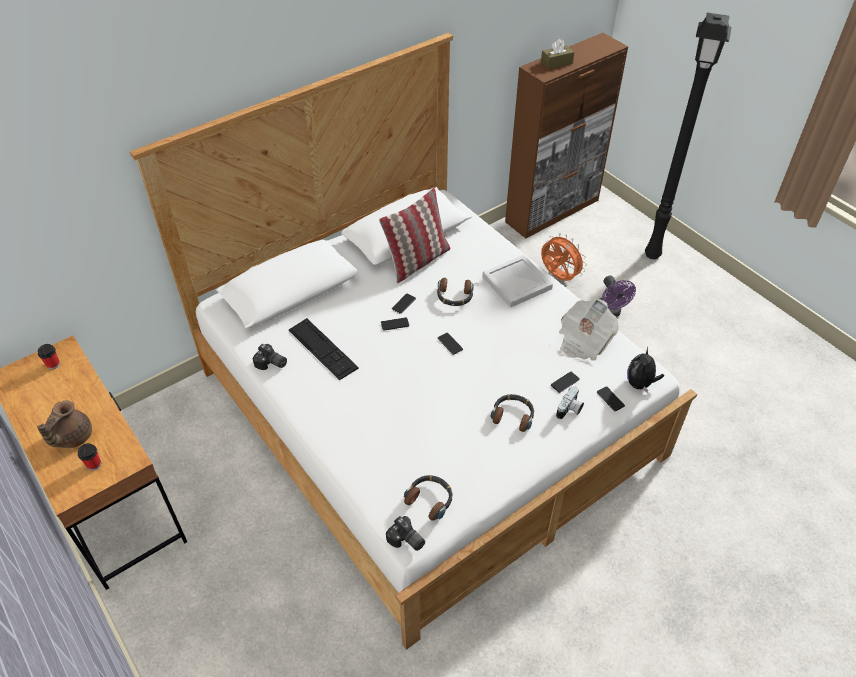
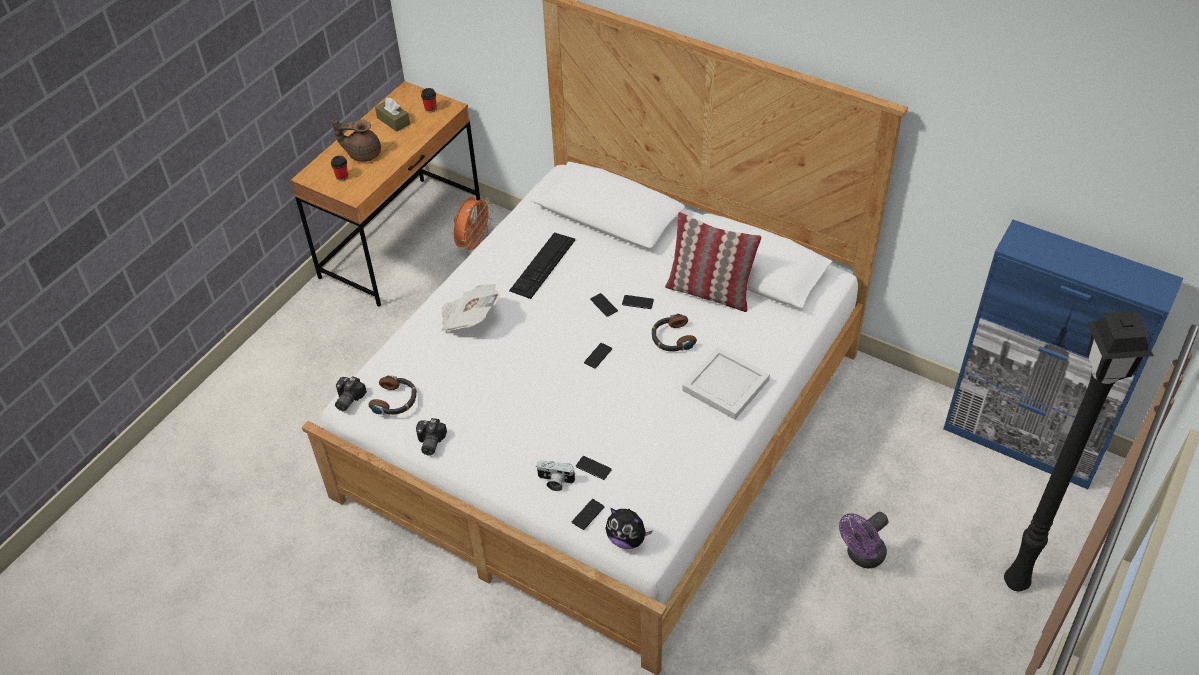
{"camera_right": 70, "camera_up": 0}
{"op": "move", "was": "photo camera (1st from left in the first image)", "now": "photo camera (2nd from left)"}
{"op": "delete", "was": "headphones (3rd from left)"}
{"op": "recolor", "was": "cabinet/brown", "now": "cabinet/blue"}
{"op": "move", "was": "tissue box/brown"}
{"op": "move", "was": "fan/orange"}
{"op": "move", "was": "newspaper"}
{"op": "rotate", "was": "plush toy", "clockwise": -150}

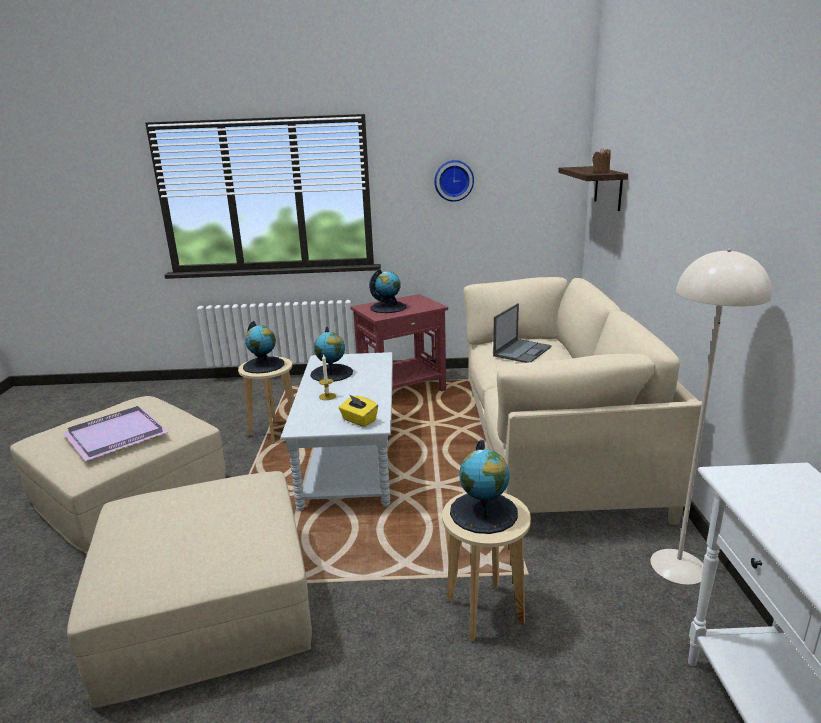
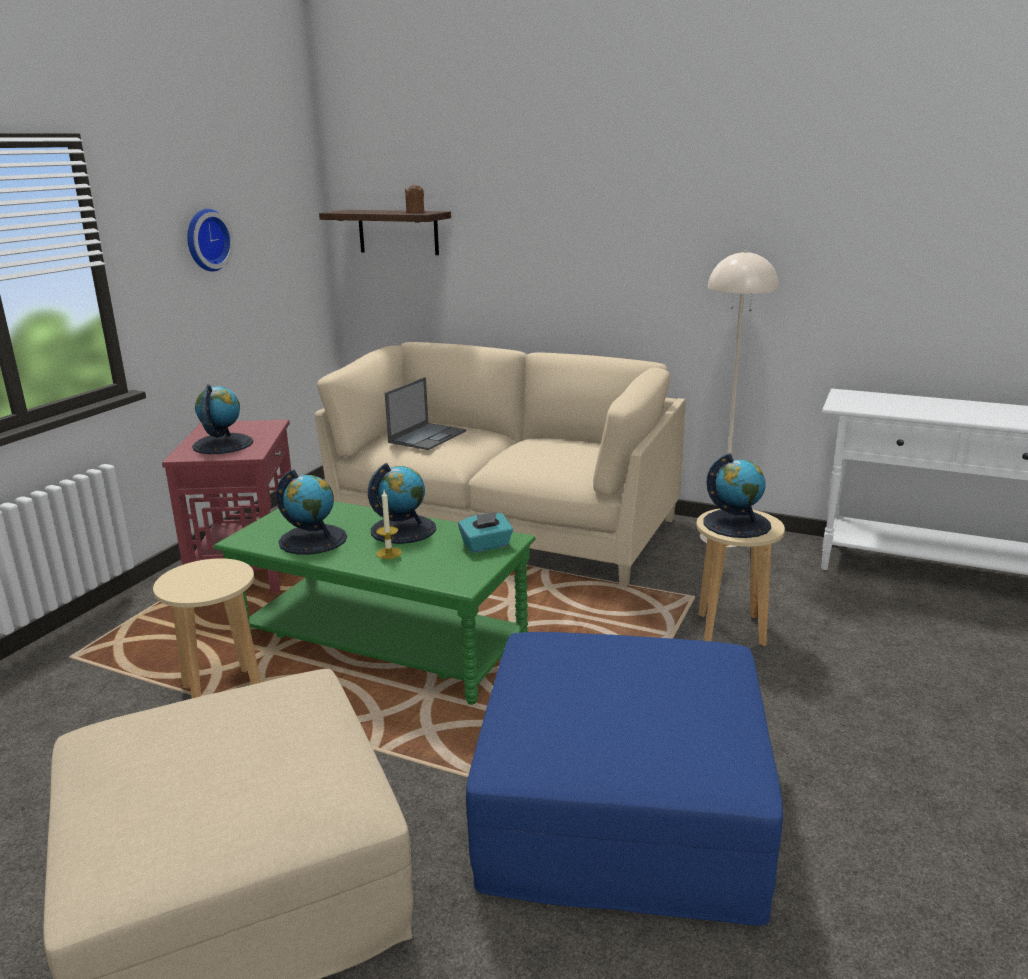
{"camera_right": -65, "camera_up": 0}
{"op": "delete", "was": "tray/purple"}
{"op": "recolor", "was": "ottoman/beige (2nd from left)", "now": "ottoman/blue"}
{"op": "move", "was": "globe (1st from left in the first image)", "now": "globe (3rd from left)"}
{"op": "recolor", "was": "coffee table/grey", "now": "coffee table/green"}
{"op": "recolor", "was": "tissue box/yellow", "now": "tissue box/turquoise"}
{"op": "rotate", "was": "laptop", "clockwise": 60}

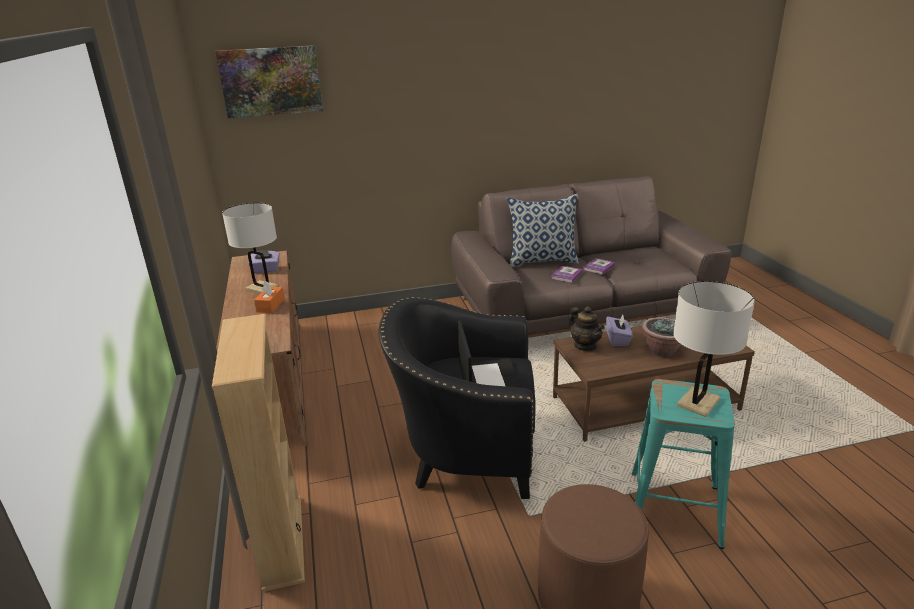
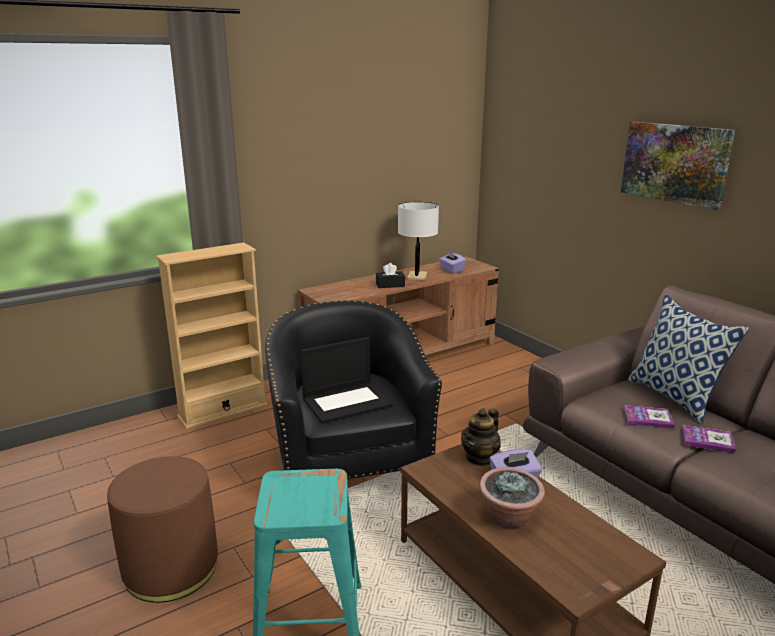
{"camera_right": 70, "camera_up": -5}
{"op": "move", "was": "picture"}
{"op": "recolor", "was": "tissue box/orange", "now": "tissue box/black"}
{"op": "delete", "was": "table lamp/white (2nd from left)"}

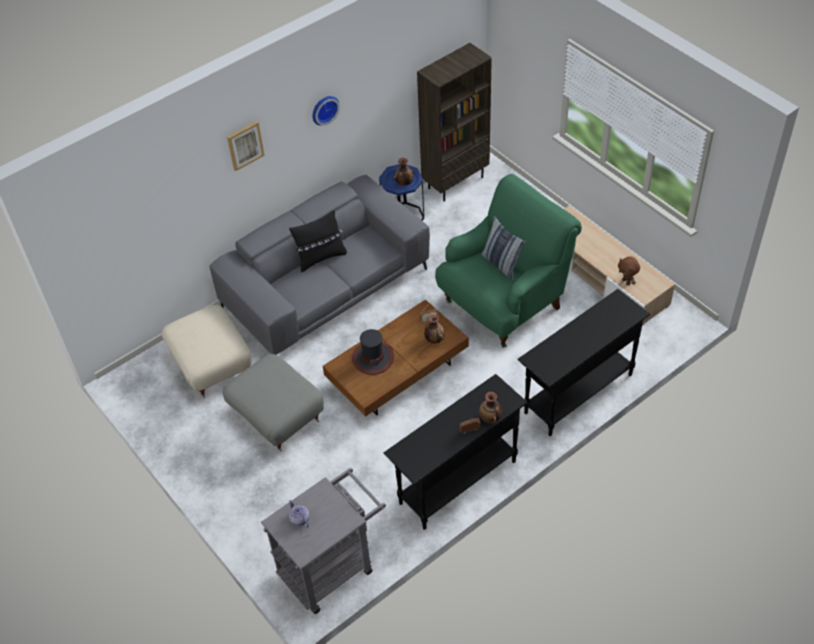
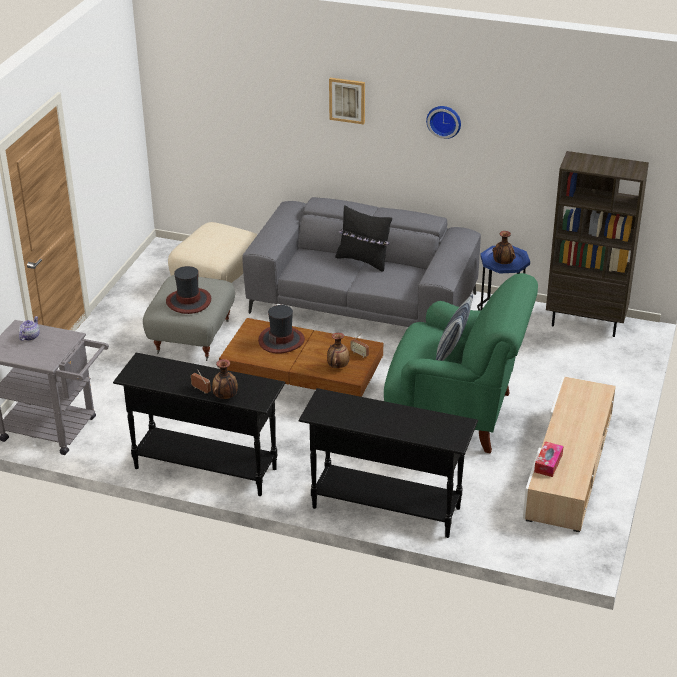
{"camera_right": 55, "camera_up": -15}
{"op": "replace", "was": "plush toy/brown", "now": "tissue box"}
{"op": "insert", "now": "hat (1st from left)"}

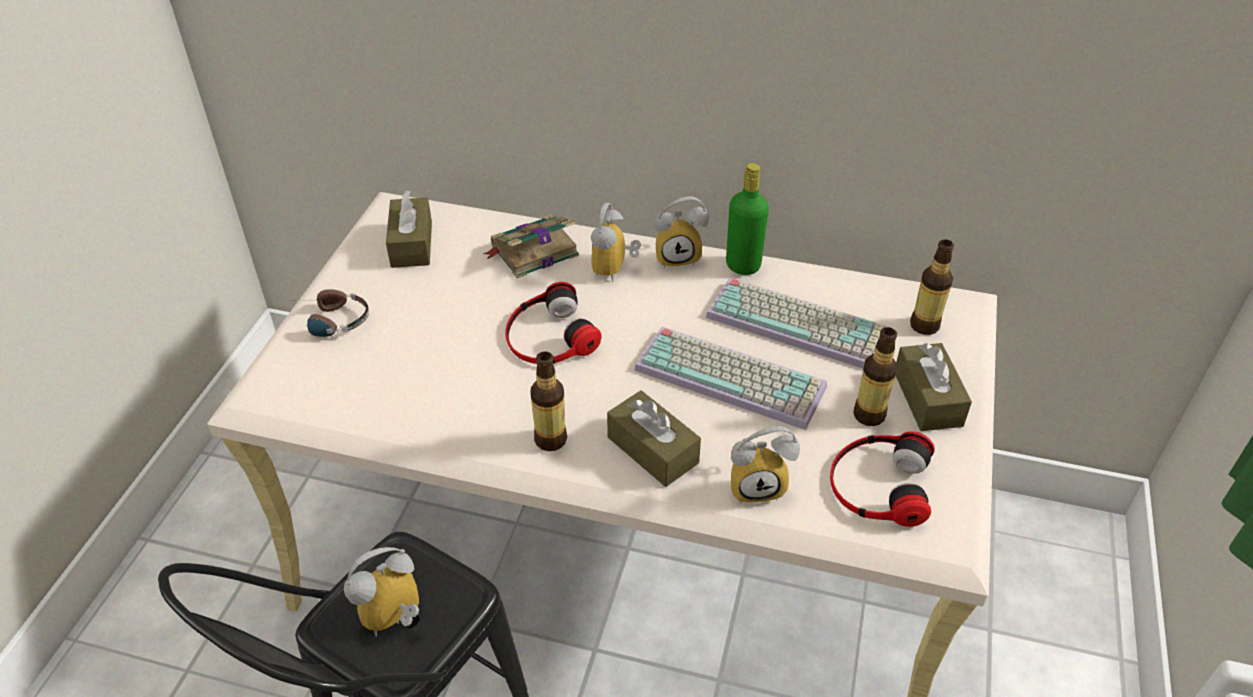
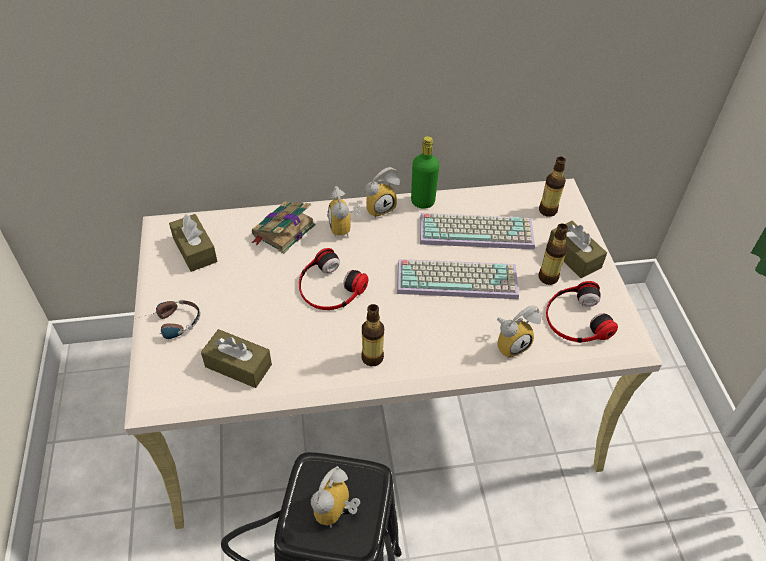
{"camera_right": -25, "camera_up": 5}
{"op": "move", "was": "tissue box/brown (2nd from left)"}

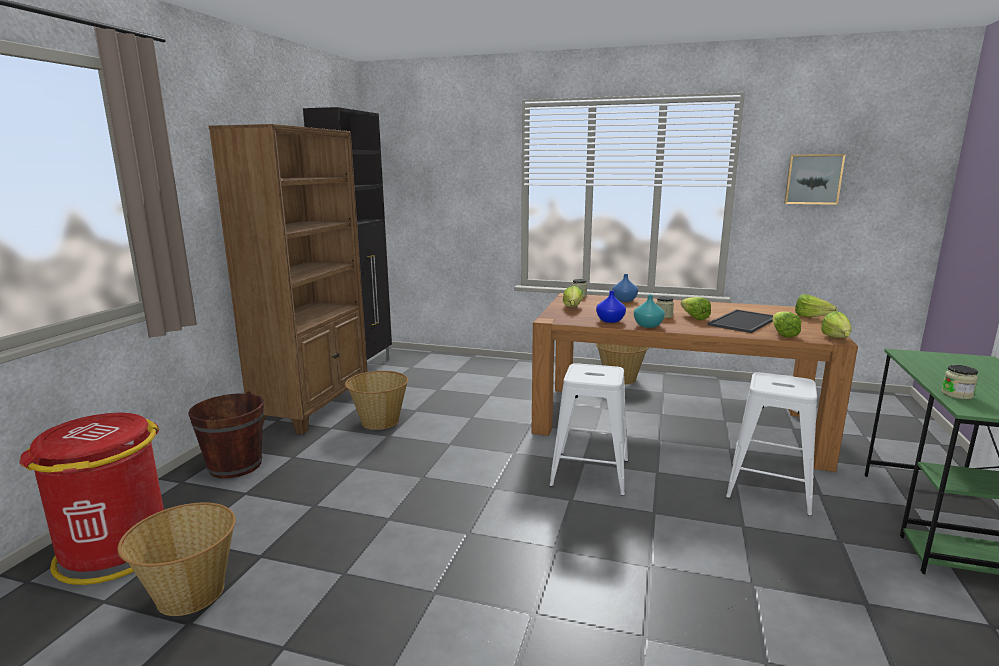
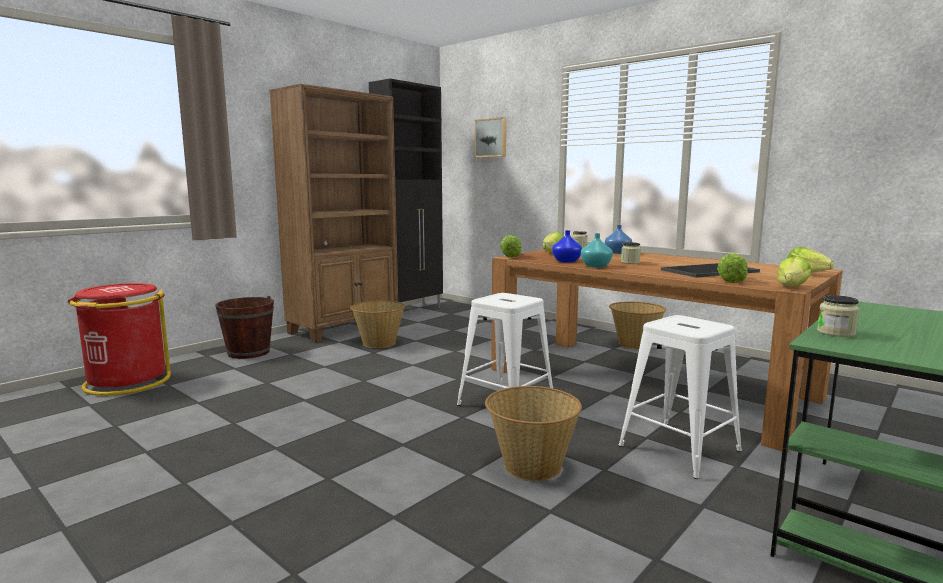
{"camera_right": 25, "camera_up": -5}
{"op": "move", "was": "basket (1st from left in the first image)", "now": "basket (2nd from left)"}
{"op": "move", "was": "lettuce (2nd from left in the first image)", "now": "lettuce (1st from left)"}
{"op": "move", "was": "picture"}

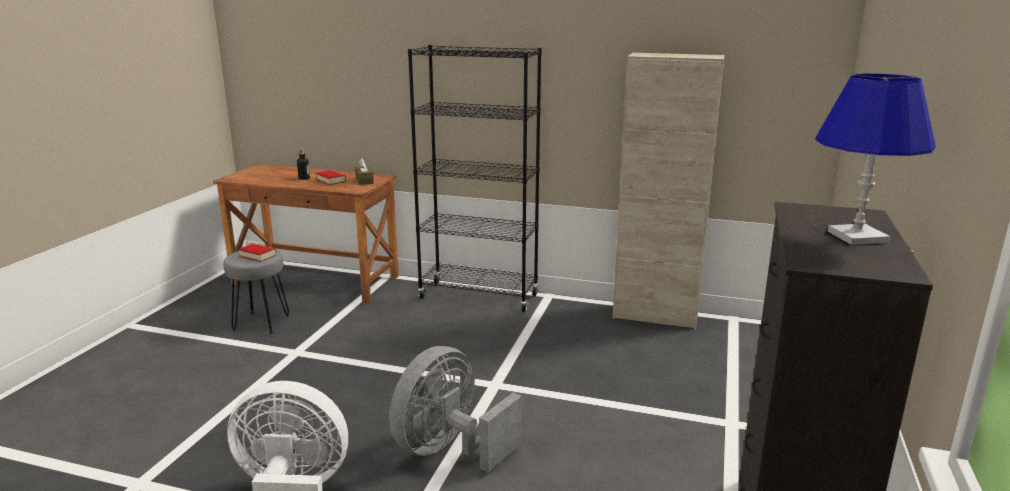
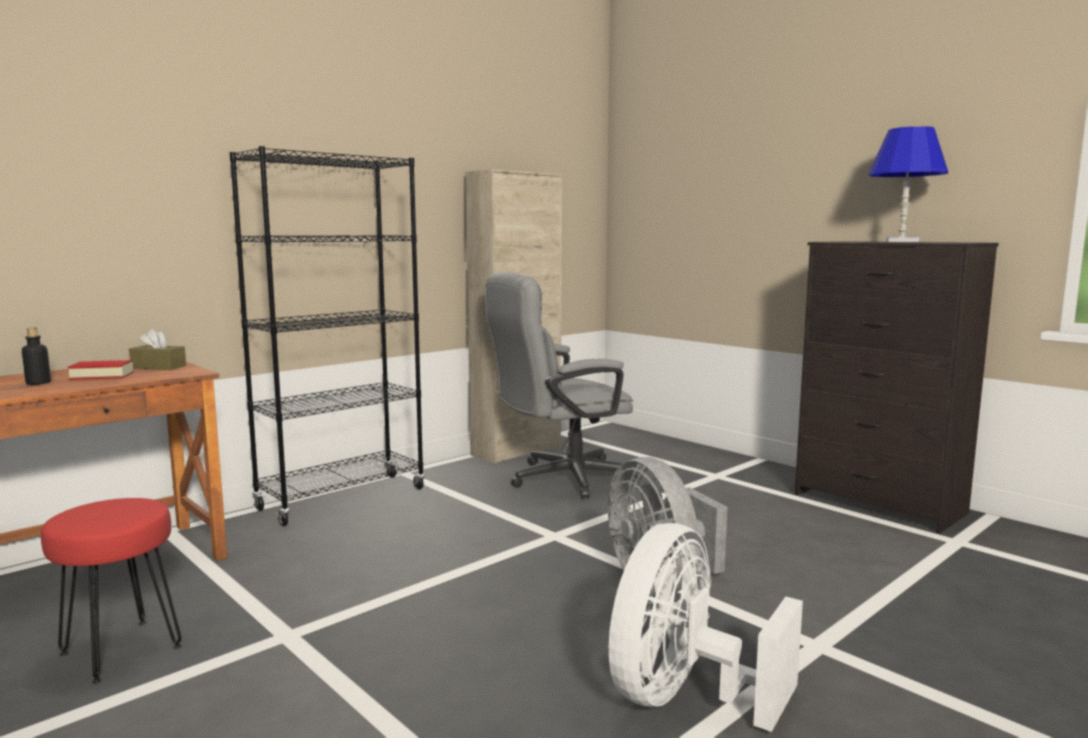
{"camera_right": -60, "camera_up": -10}
{"op": "recolor", "was": "stool/grey", "now": "stool/red"}
{"op": "delete", "was": "book (1st from left)"}
{"op": "insert", "now": "office chair/grey"}

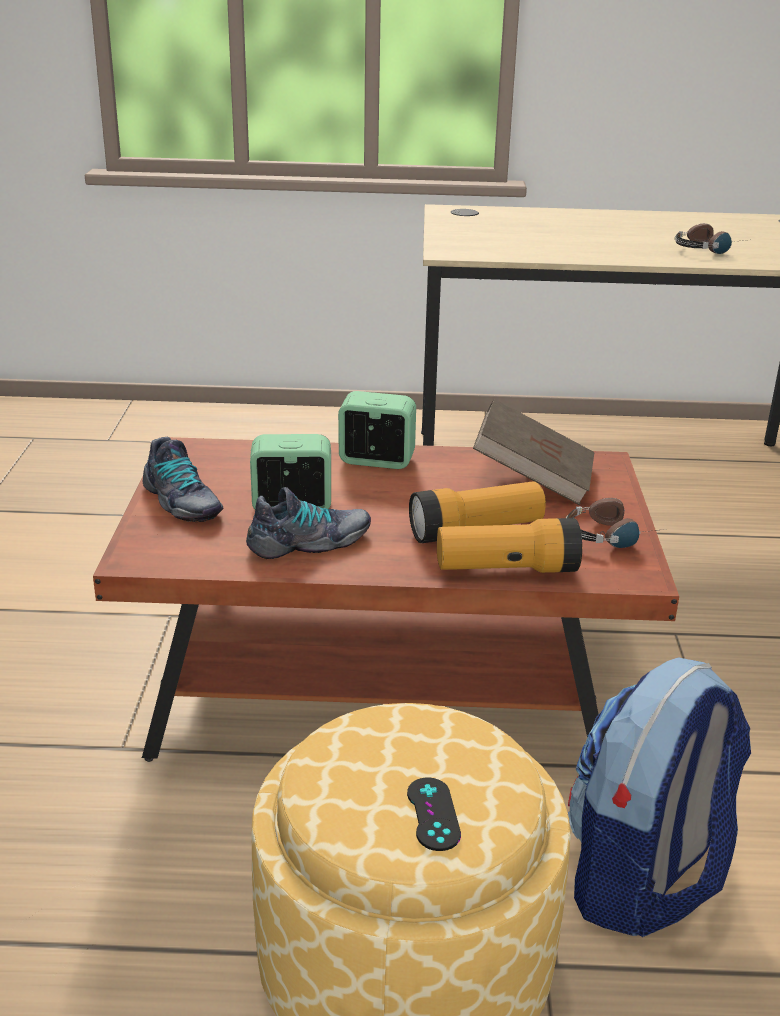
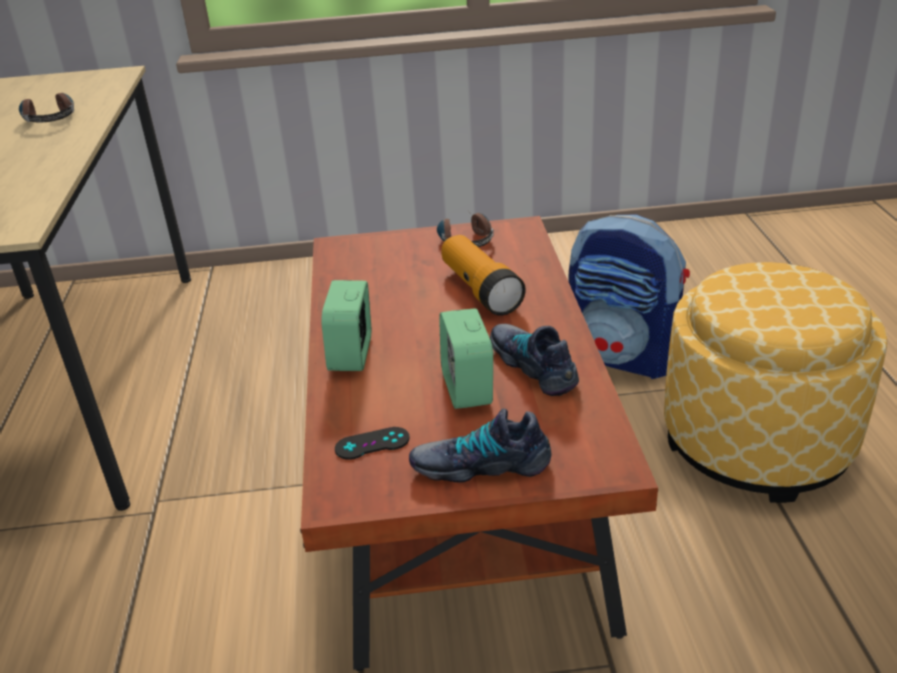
{"camera_right": -95, "camera_up": 5}
{"op": "rotate", "was": "shoe (1st from left)", "clockwise": -135}
{"op": "move", "was": "game controller/black"}
{"op": "delete", "was": "flashlight (2nd from left)"}
{"op": "delete", "was": "book/brown"}

